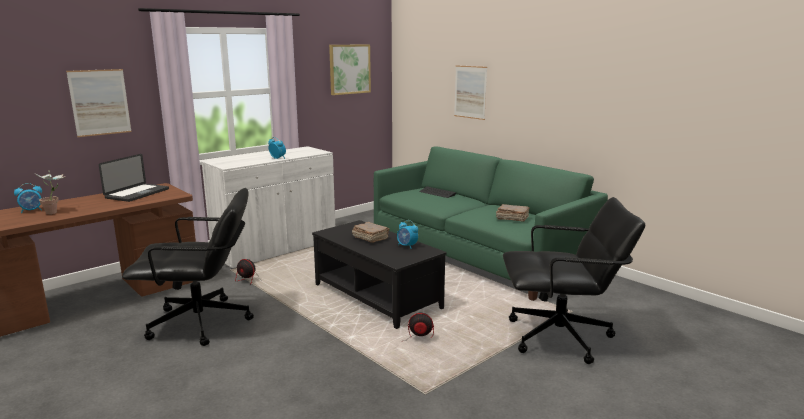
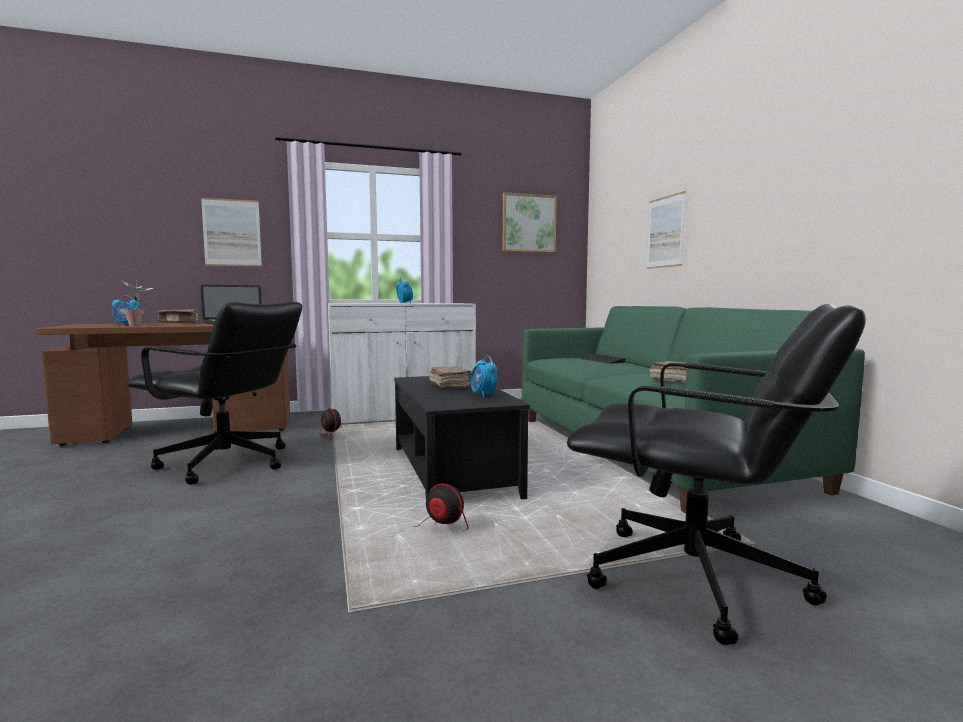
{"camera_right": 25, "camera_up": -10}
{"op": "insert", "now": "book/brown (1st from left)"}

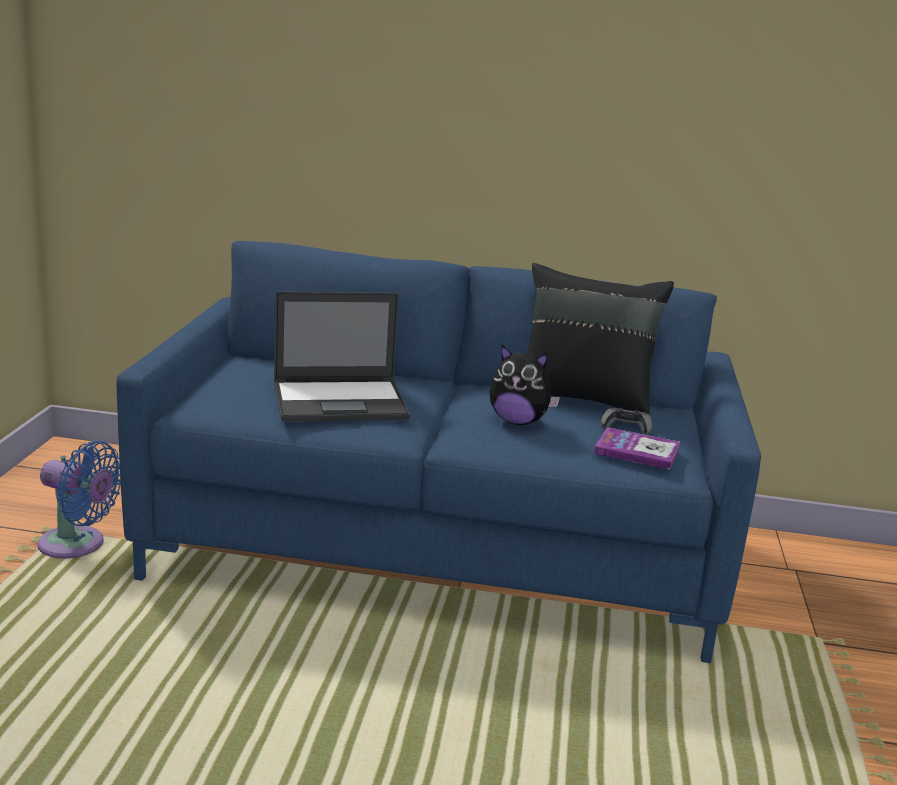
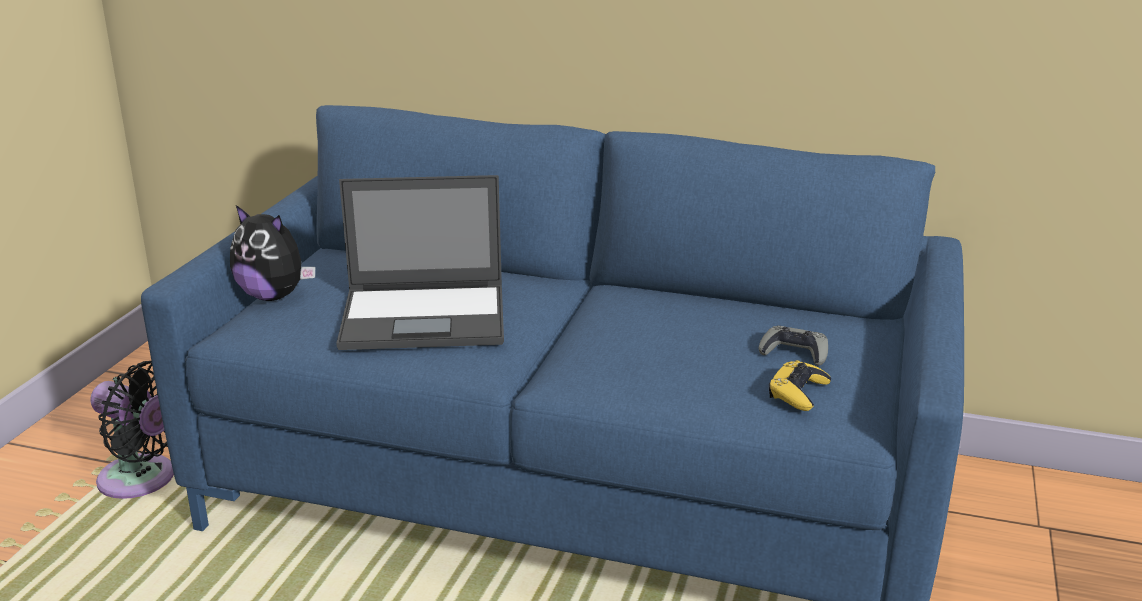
{"camera_right": 10, "camera_up": 5}
{"op": "recolor", "was": "fan/blue", "now": "fan/black"}
{"op": "move", "was": "plush toy"}
{"op": "delete", "was": "pillow/black"}
{"op": "replace", "was": "book", "now": "game controller/yellow"}

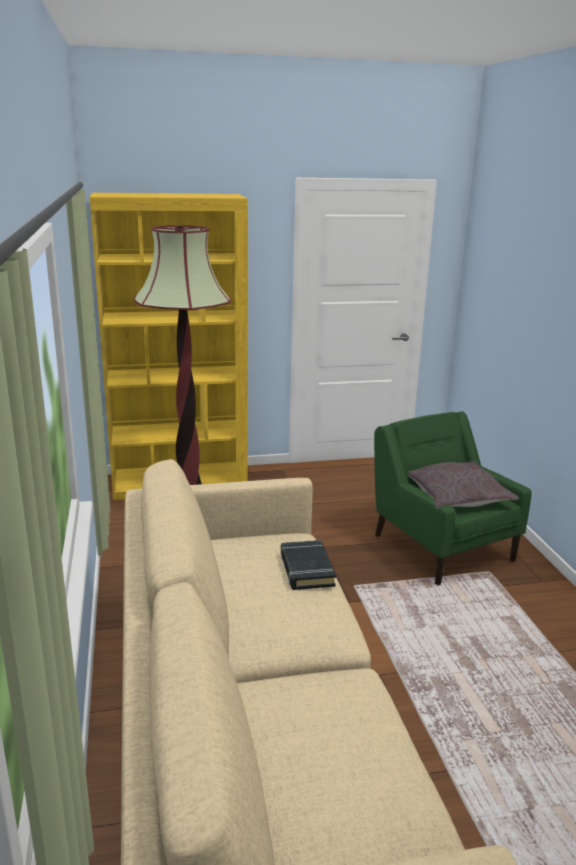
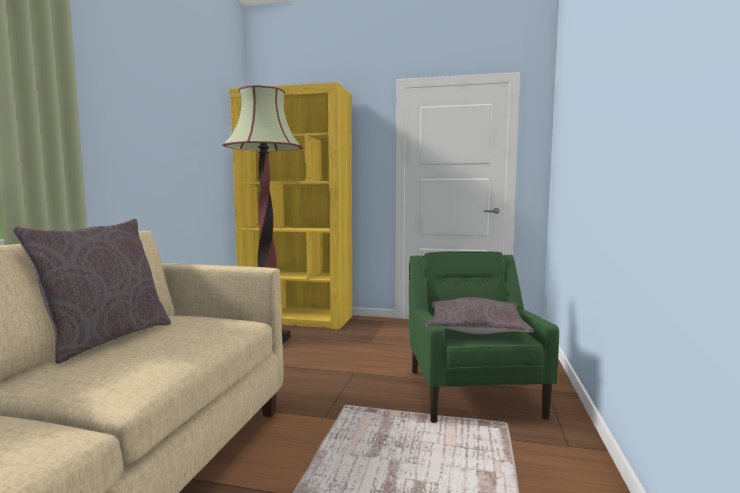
{"camera_right": 25, "camera_up": -15}
{"op": "delete", "was": "book/black"}
{"op": "insert", "now": "pillow/grey (1st from left)"}

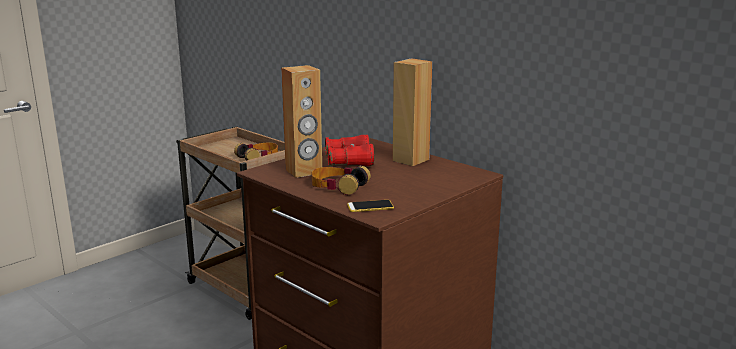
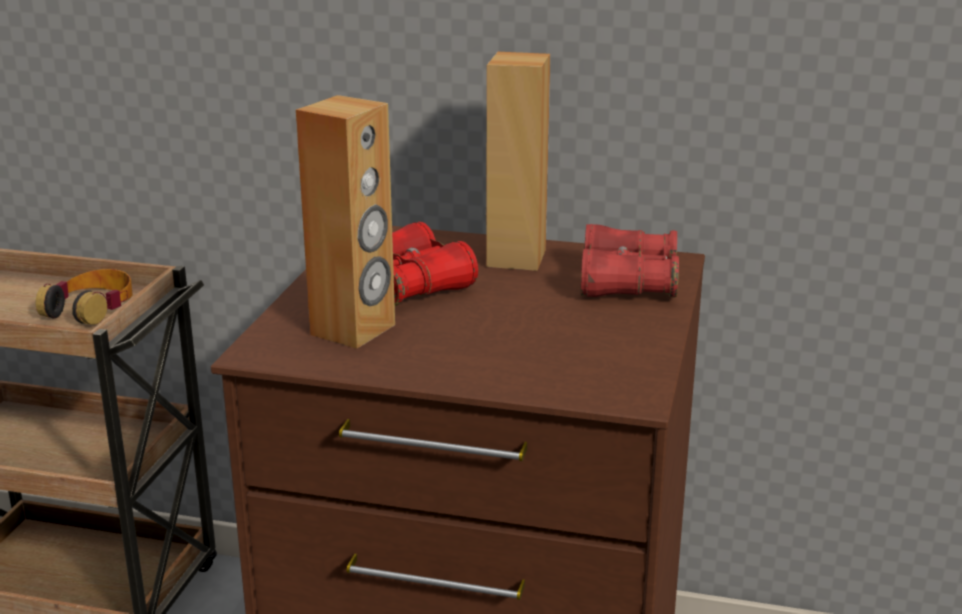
{"camera_right": -30, "camera_up": 5}
{"op": "delete", "was": "headphones (2nd from left)"}
{"op": "delete", "was": "phone"}
{"op": "insert", "now": "binoculars/red (2nd from left)"}

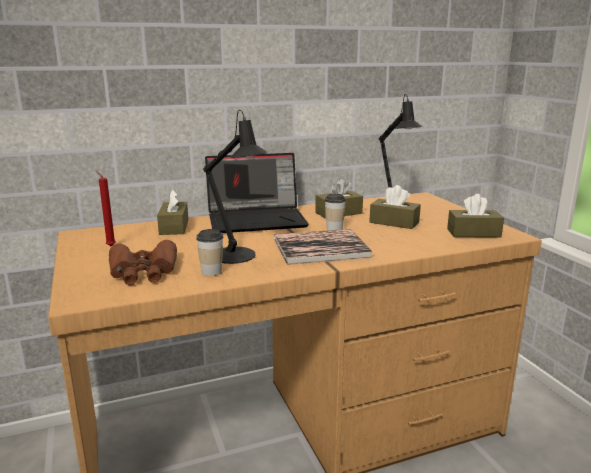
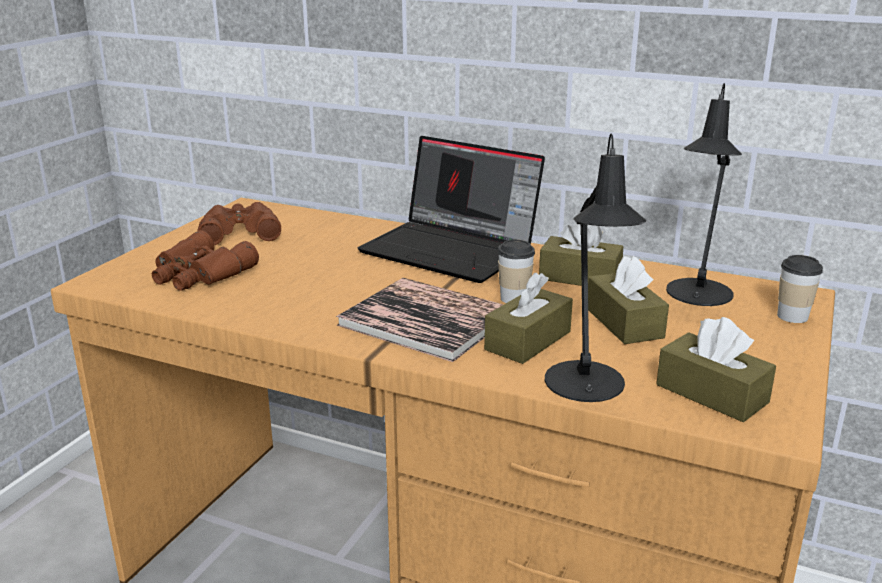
{"camera_right": 45, "camera_up": 5}
{"op": "replace", "was": "candle/red", "now": "binoculars/brown (2nd from left)"}
{"op": "move", "was": "tissue box/brown (1st from left)"}
{"op": "move", "was": "cup (1st from left in the first image)", "now": "cup (2nd from left)"}
{"op": "move", "was": "table lamp/black (1st from left)"}

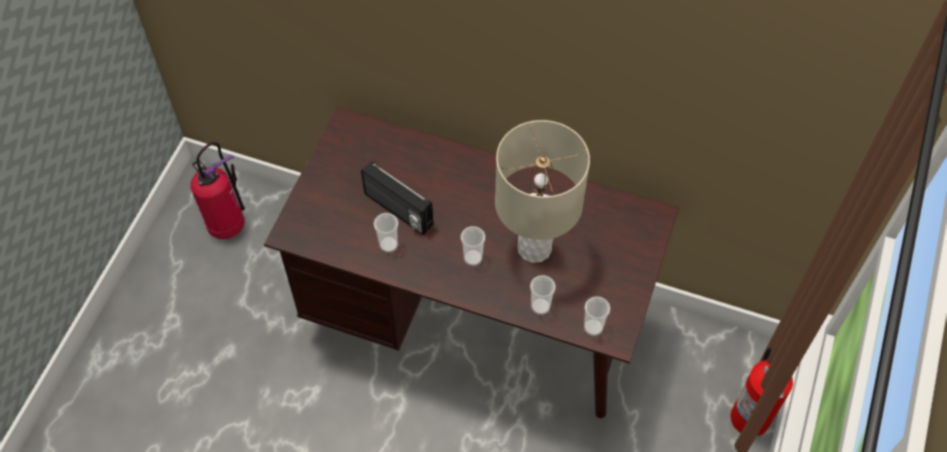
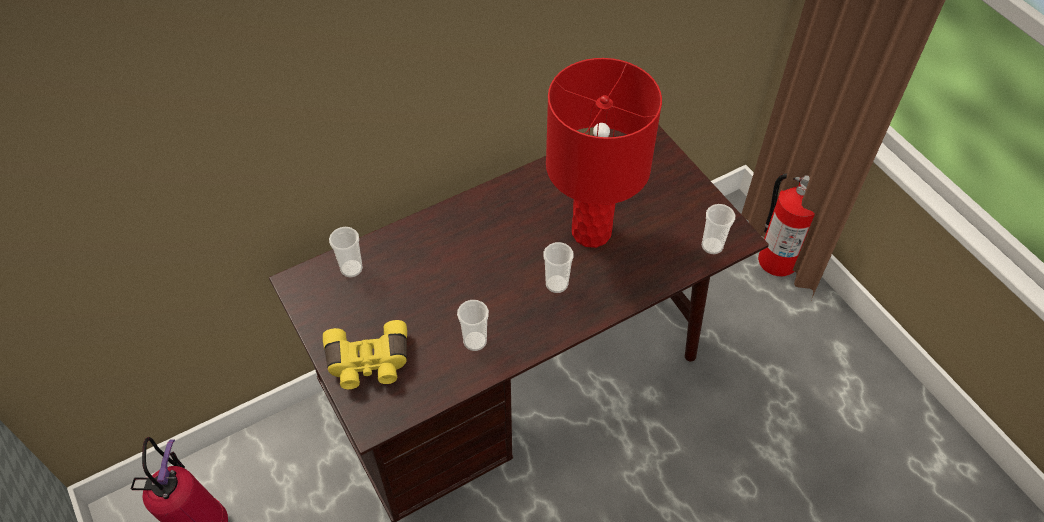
{"camera_right": -50, "camera_up": -5}
{"op": "delete", "was": "radio"}
{"op": "recolor", "was": "table lamp/beige", "now": "table lamp/red"}
{"op": "move", "was": "cup (3rd from left in the first image)", "now": "cup (1st from left)"}
{"op": "insert", "now": "binoculars/yellow"}

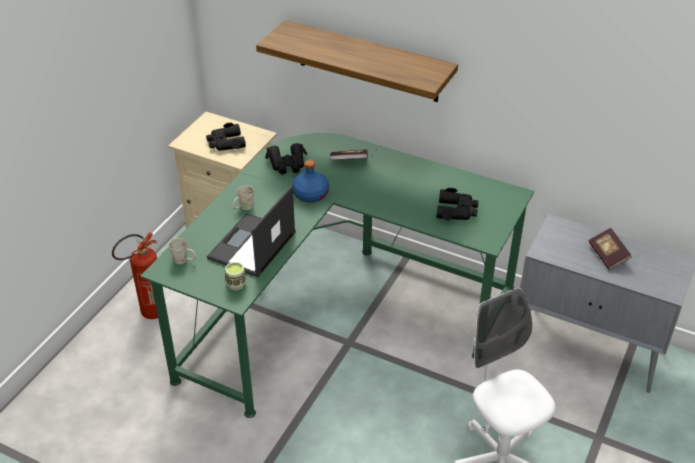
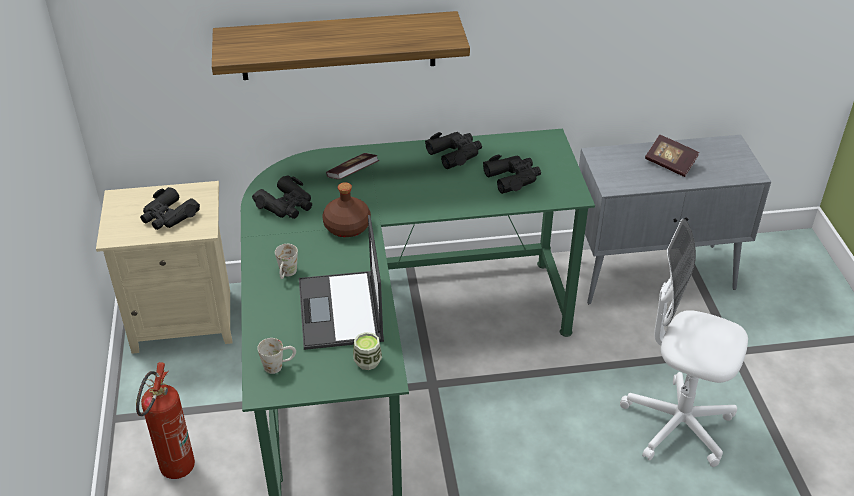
{"camera_right": -35, "camera_up": 0}
{"op": "recolor", "was": "bottle/blue", "now": "bottle/brown"}
{"op": "insert", "now": "binoculars/black (3rd from left)"}

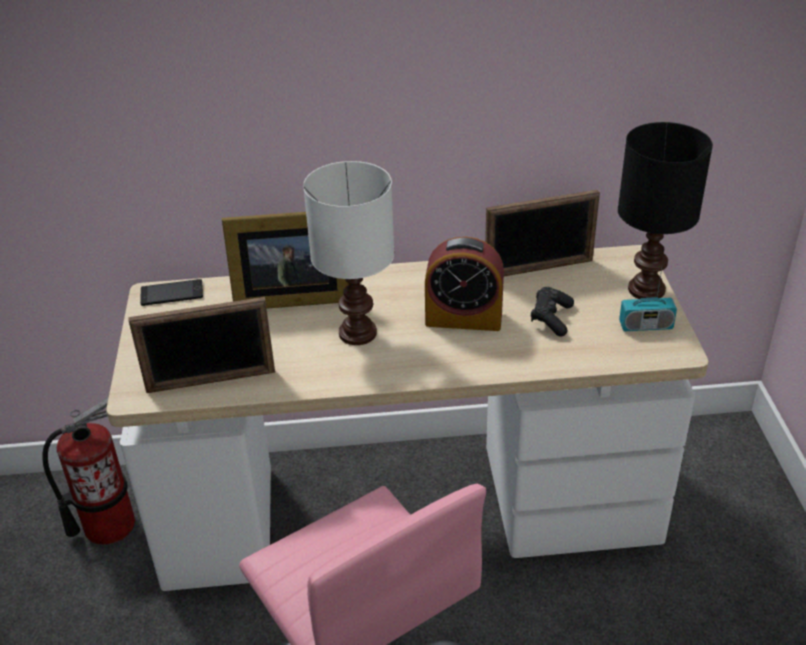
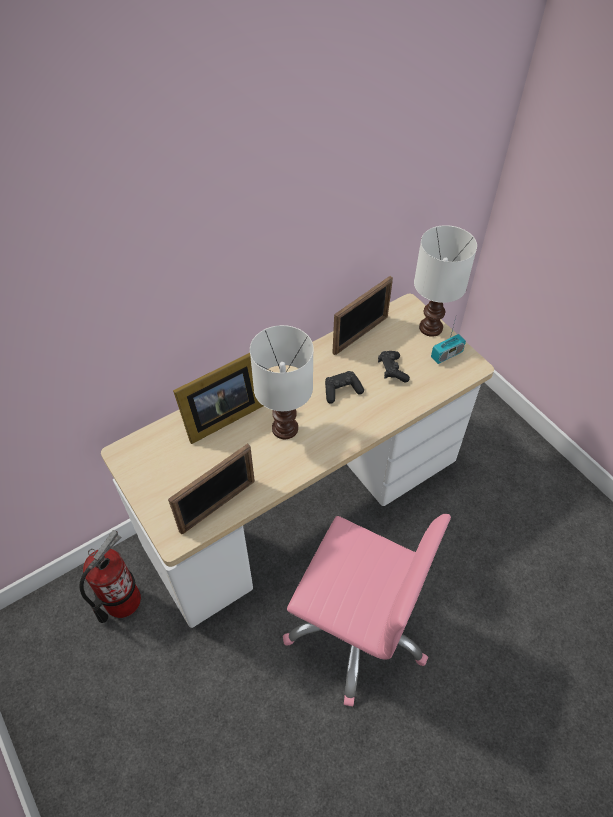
{"camera_right": -30, "camera_up": 15}
{"op": "delete", "was": "phone"}
{"op": "replace", "was": "alarm clock", "now": "game controller/black (1st from left)"}
{"op": "recolor", "was": "table lamp/black", "now": "table lamp/white (2nd from left)"}

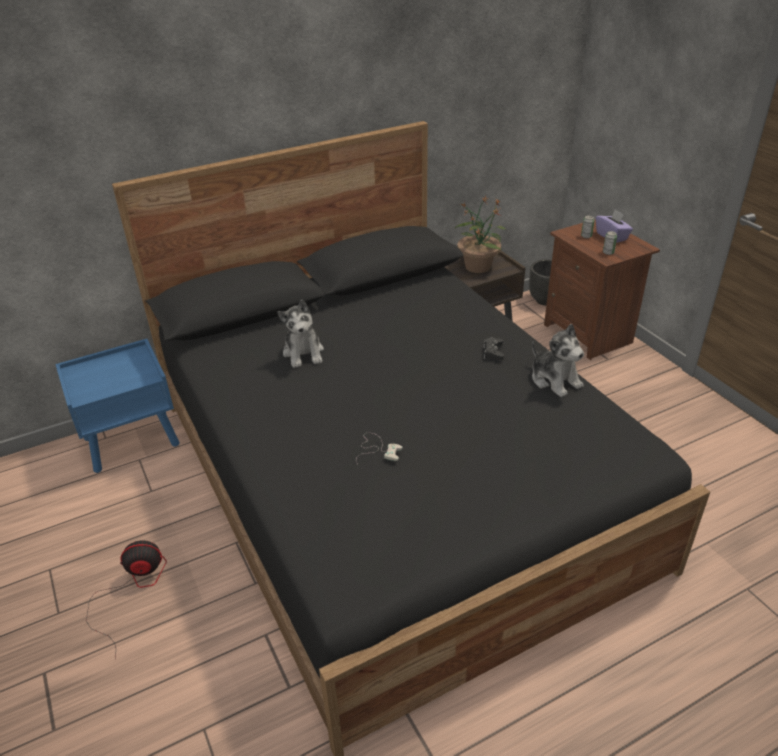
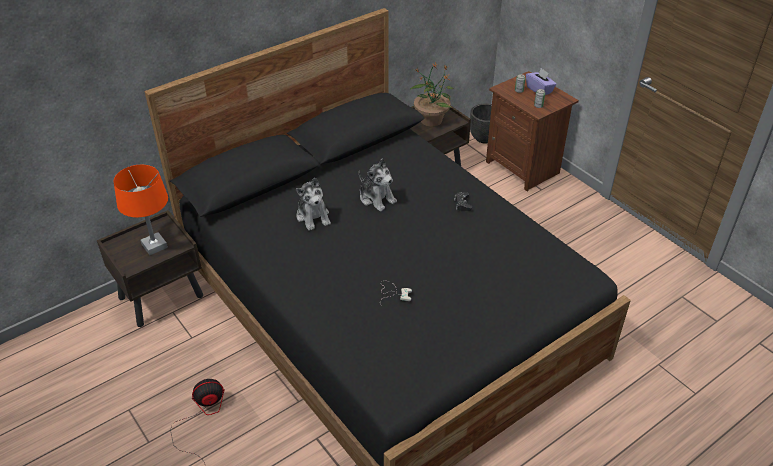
{"camera_right": -10, "camera_up": 5}
{"op": "recolor", "was": "nightstand/blue", "now": "nightstand/brown (1st from left)"}
{"op": "move", "was": "plush toy (2nd from left)"}
{"op": "insert", "now": "table lamp/orange"}

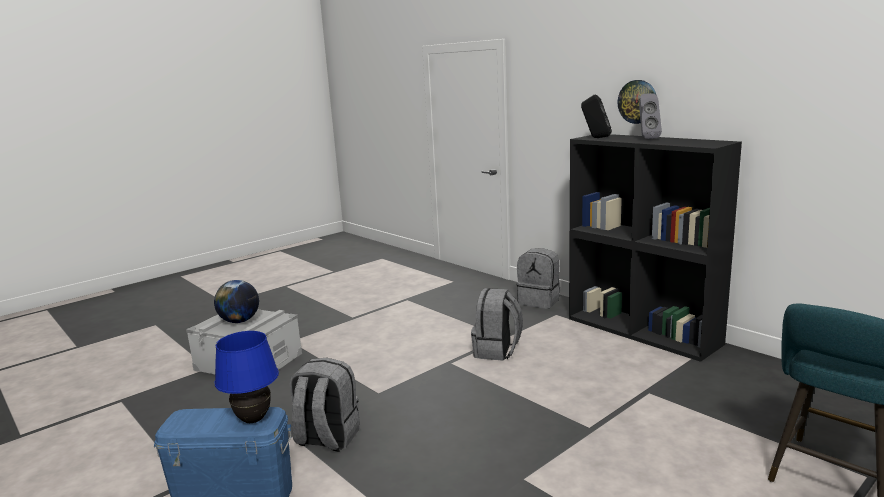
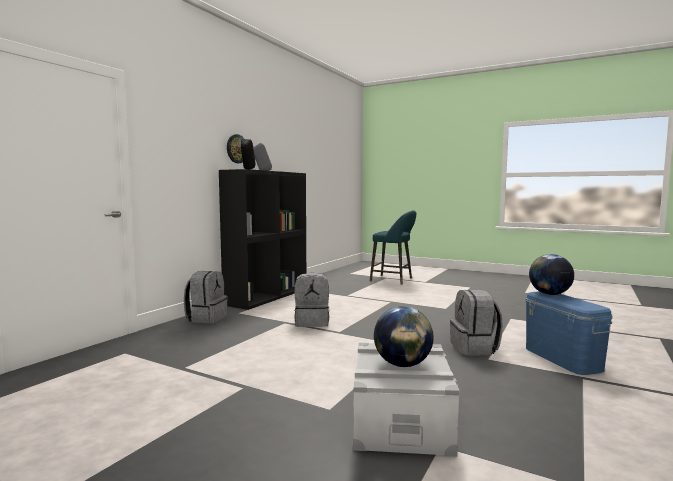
{"camera_right": -110, "camera_up": -10}
{"op": "replace", "was": "table lamp/blue", "now": "globe (2nd from left)"}

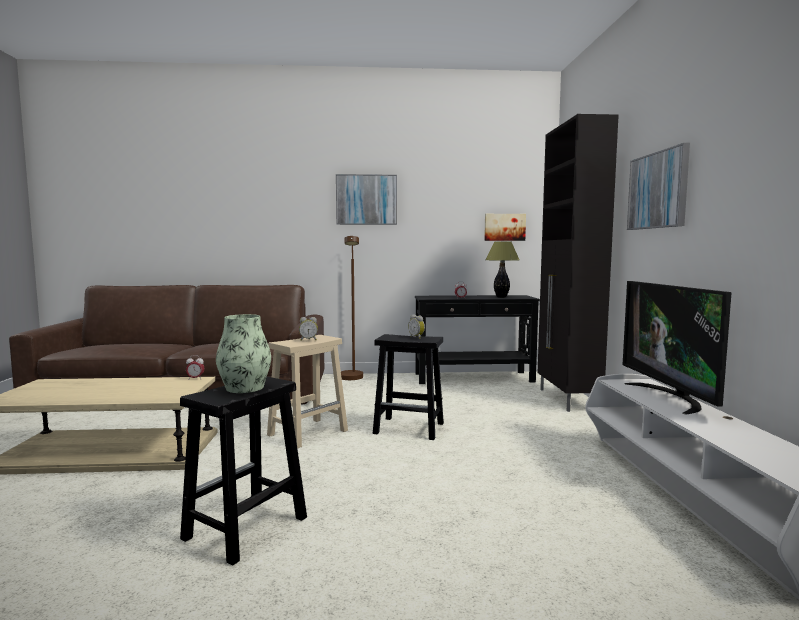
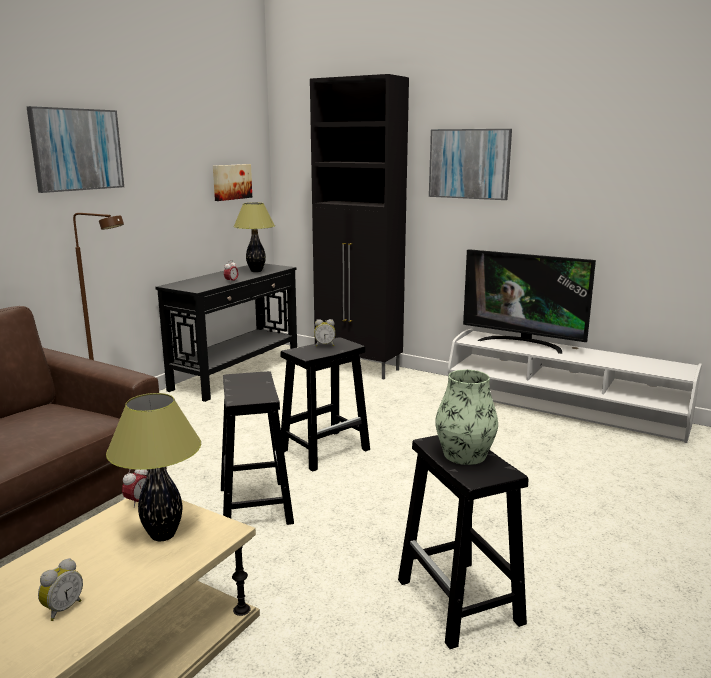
{"camera_right": -55, "camera_up": 10}
{"op": "recolor", "was": "stool/beige", "now": "stool/black (1st from left)"}
{"op": "move", "was": "alarm clock (2nd from left in the first image)", "now": "alarm clock (1st from left)"}
{"op": "insert", "now": "table lamp (1st from left)"}

